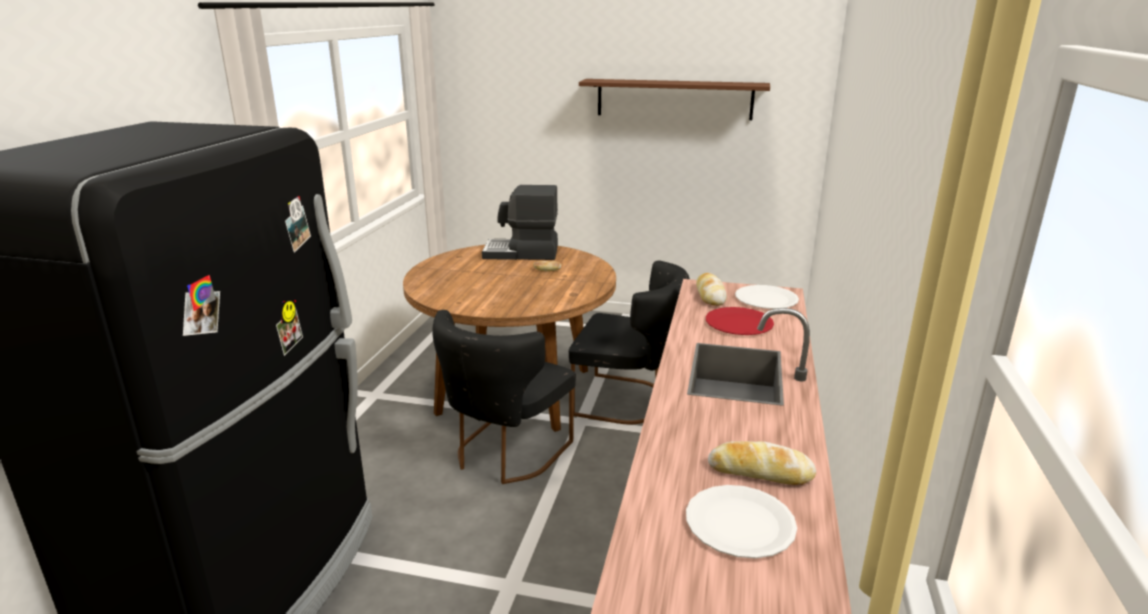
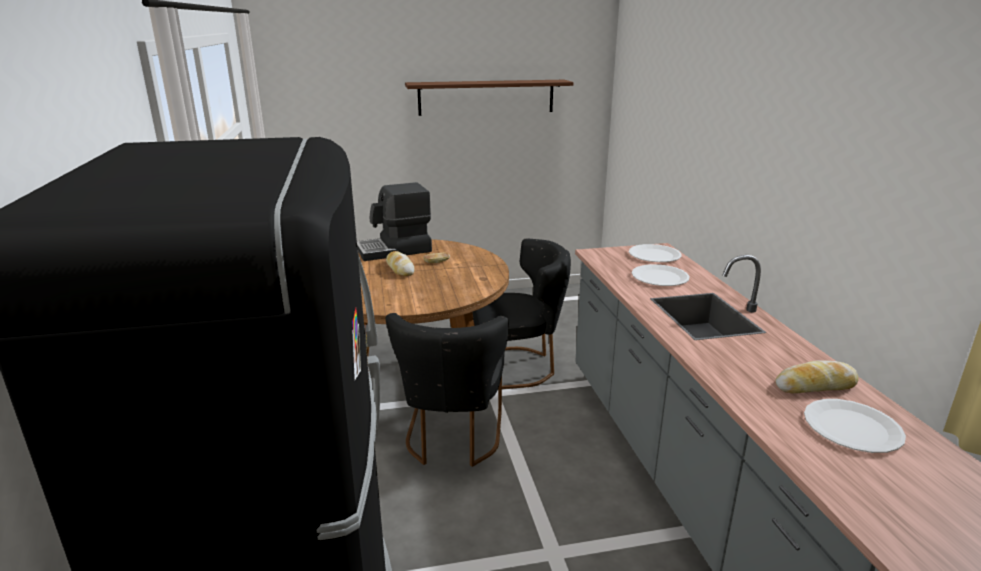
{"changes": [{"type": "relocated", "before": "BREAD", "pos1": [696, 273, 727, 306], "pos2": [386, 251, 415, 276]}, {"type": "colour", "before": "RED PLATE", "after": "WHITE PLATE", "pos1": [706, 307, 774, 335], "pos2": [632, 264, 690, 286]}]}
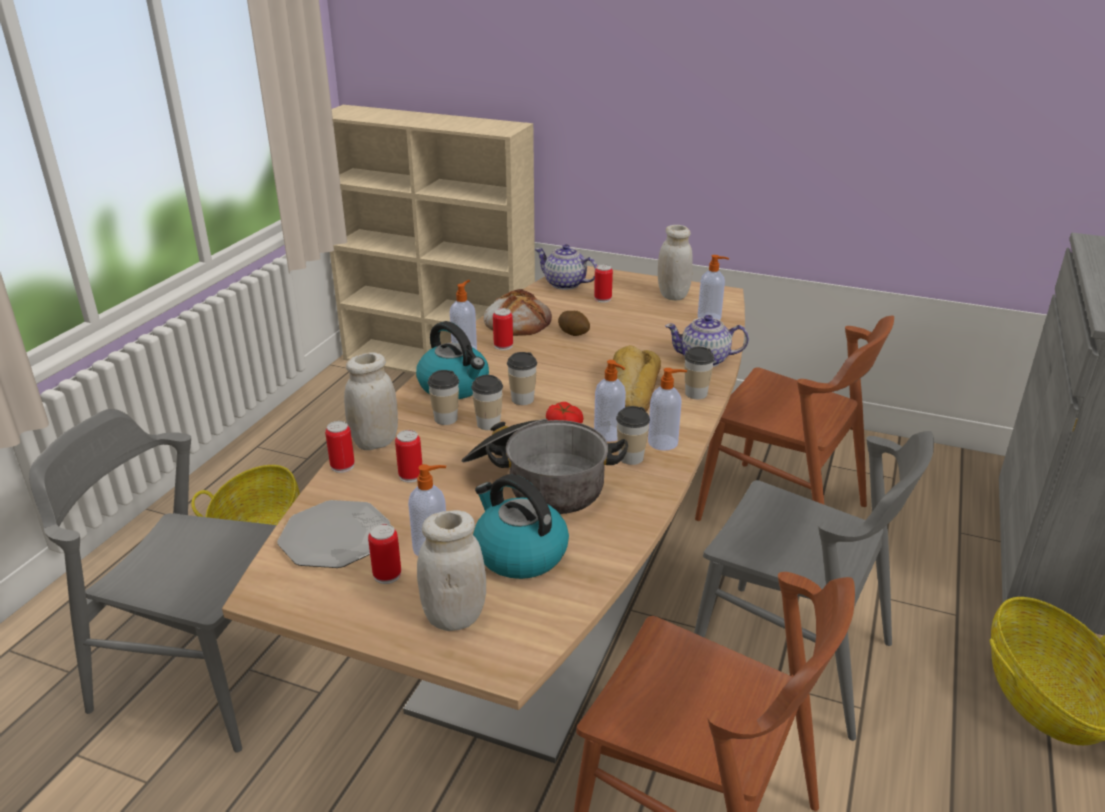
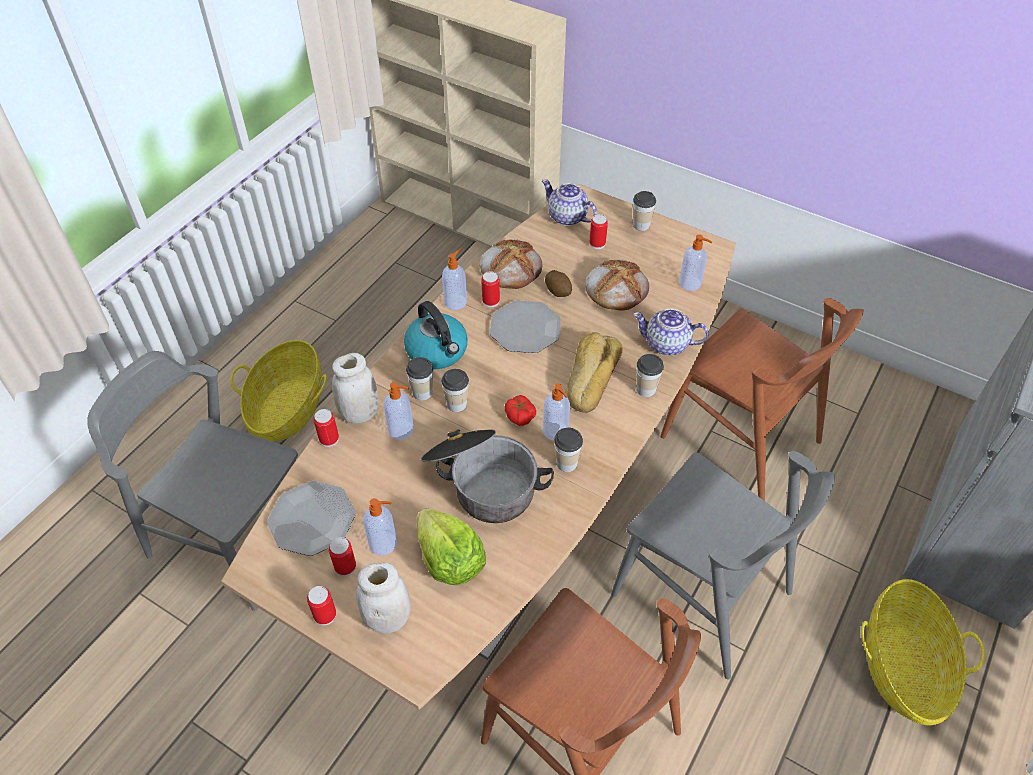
{"changes": [{"type": "missing", "before": "WHITE JAR", "pos1": [658, 225, 693, 300]}, {"type": "appeared", "after": "PLATE", "pos2": [489, 300, 561, 353]}, {"type": "appeared", "after": "BREAD", "pos2": [585, 259, 649, 311]}, {"type": "relocated", "before": "CAN", "pos1": [395, 430, 422, 483], "pos2": [307, 586, 336, 625]}, {"type": "relocated", "before": "CUP", "pos1": [507, 352, 537, 405], "pos2": [633, 191, 656, 231]}, {"type": "relocated", "before": "SOAP DISPENSER", "pos1": [648, 368, 687, 451], "pos2": [384, 382, 414, 440]}, {"type": "exchanged", "before": "KETTLE", "after": "LETTUCE", "pos1": [473, 474, 569, 579], "pos2": [417, 509, 486, 585]}]}
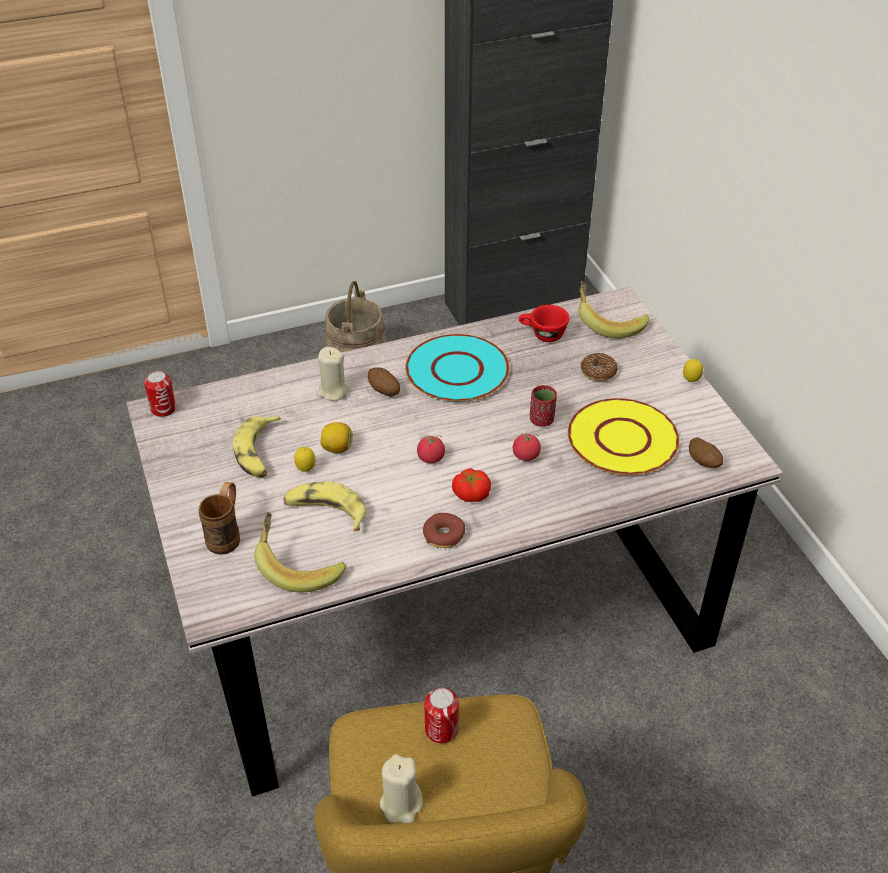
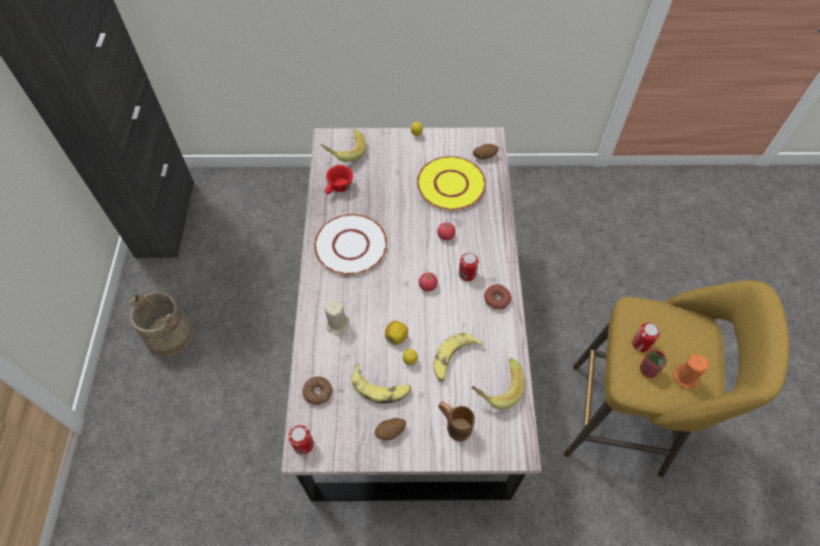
{"changes": [{"type": "relocated", "before": "POTATO", "pos1": [368, 367, 400, 397], "pos2": [375, 418, 406, 440]}, {"type": "relocated", "before": "RED CUP", "pos1": [530, 385, 557, 427], "pos2": [640, 350, 667, 378]}, {"type": "relocated", "before": "DONUT", "pos1": [581, 353, 618, 381], "pos2": [302, 377, 332, 405]}, {"type": "exchanged", "before": "TOMATO", "after": "CAN", "pos1": [452, 468, 491, 502], "pos2": [459, 253, 479, 281]}, {"type": "colour", "before": "BEIGE CANDLE", "after": "ORANGE CANDLE", "pos1": [380, 754, 423, 823], "pos2": [673, 354, 709, 388]}, {"type": "colour", "before": "TURQUOISE PLATE", "after": "WHITE PLATE", "pos1": [406, 334, 510, 402], "pos2": [314, 214, 387, 275]}]}
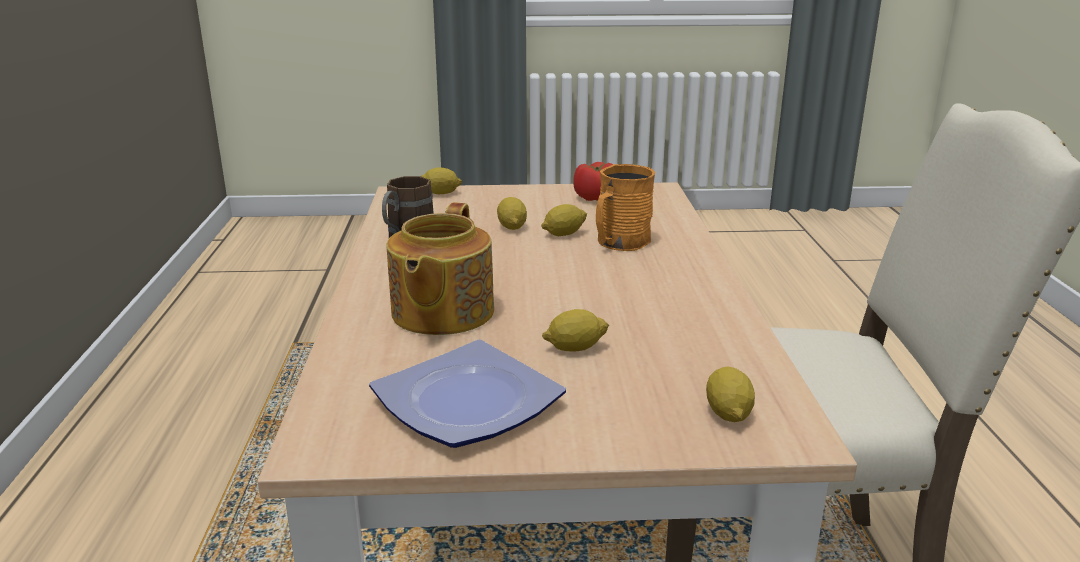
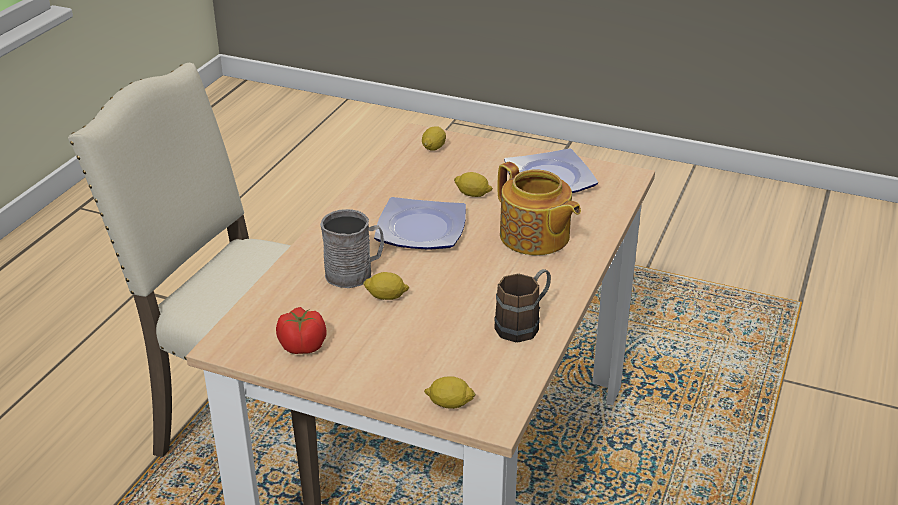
{"changes": [{"type": "missing", "before": "LEMON", "pos1": [497, 197, 527, 230]}, {"type": "appeared", "after": "PLATE", "pos2": [374, 197, 466, 250]}, {"type": "colour", "before": "ORANGE MUG", "after": "GREY MUG", "pos1": [596, 164, 655, 251], "pos2": [320, 209, 384, 288]}, {"type": "spun", "before": "TEAPOT", "pos1": [386, 202, 494, 335], "pos2": [498, 162, 581, 256], "turn": 105}]}
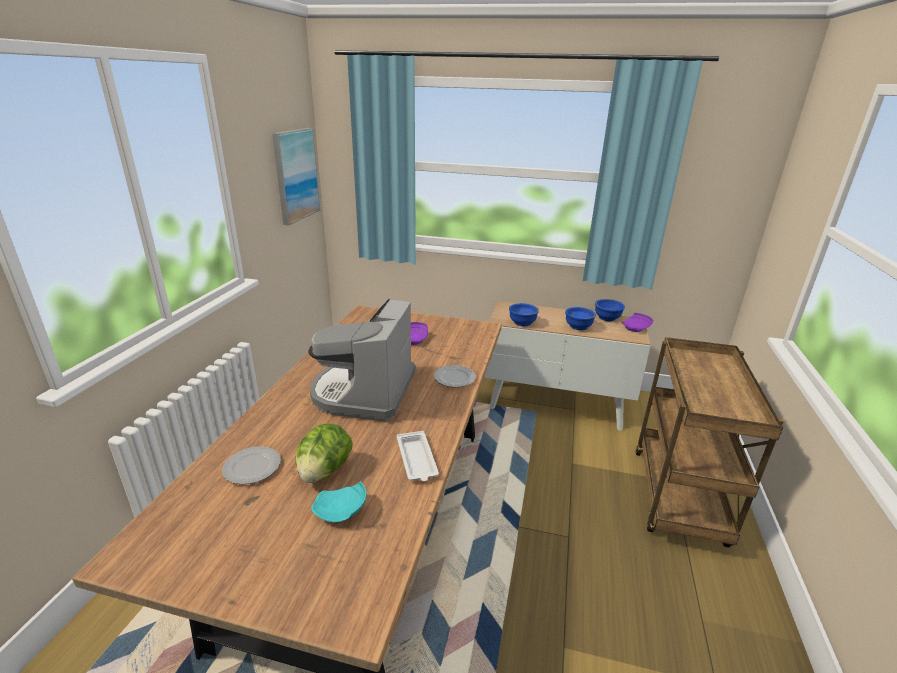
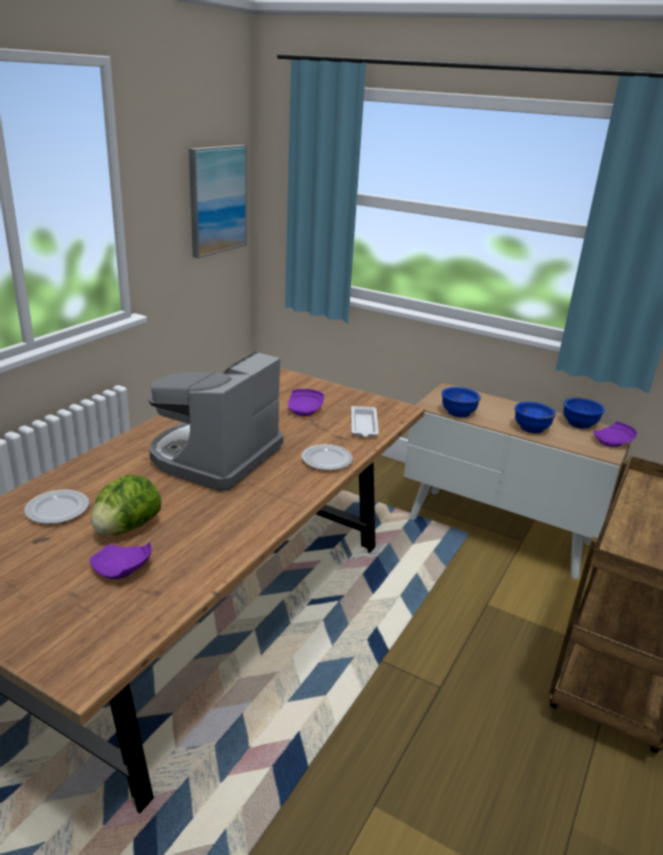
{"changes": [{"type": "relocated", "before": "WHITE TRAY", "pos1": [397, 431, 439, 482], "pos2": [351, 406, 379, 437]}, {"type": "colour", "before": "TURQUOISE PLATE", "after": "PURPLE PLATE", "pos1": [311, 482, 366, 522], "pos2": [90, 542, 152, 579]}]}
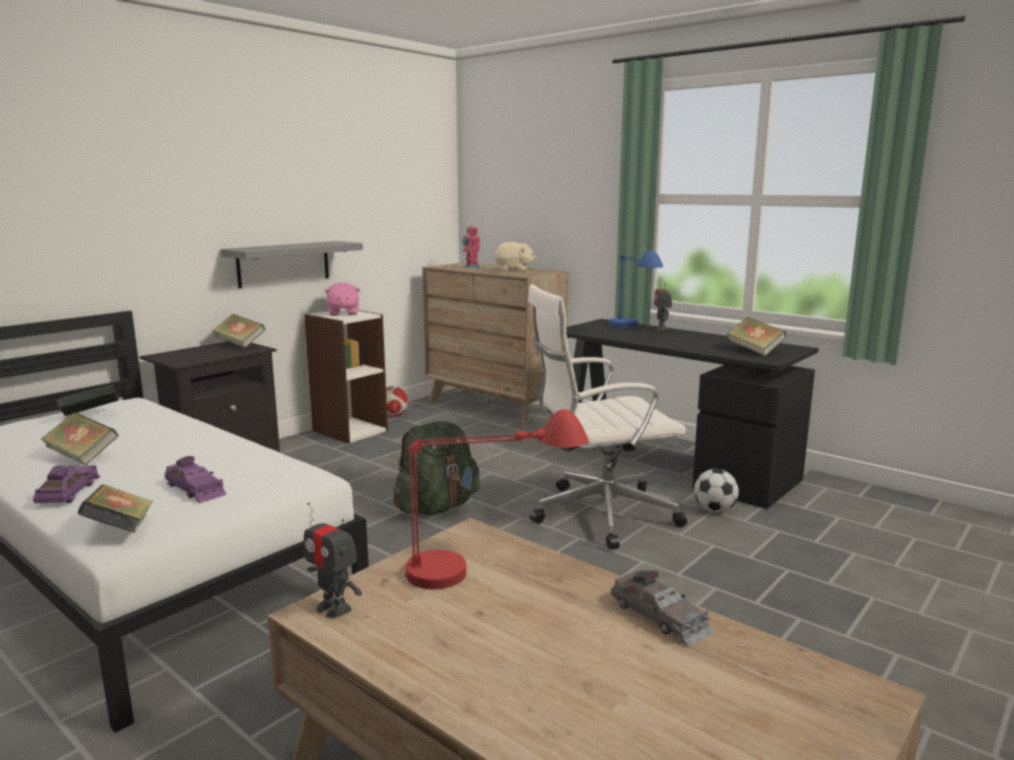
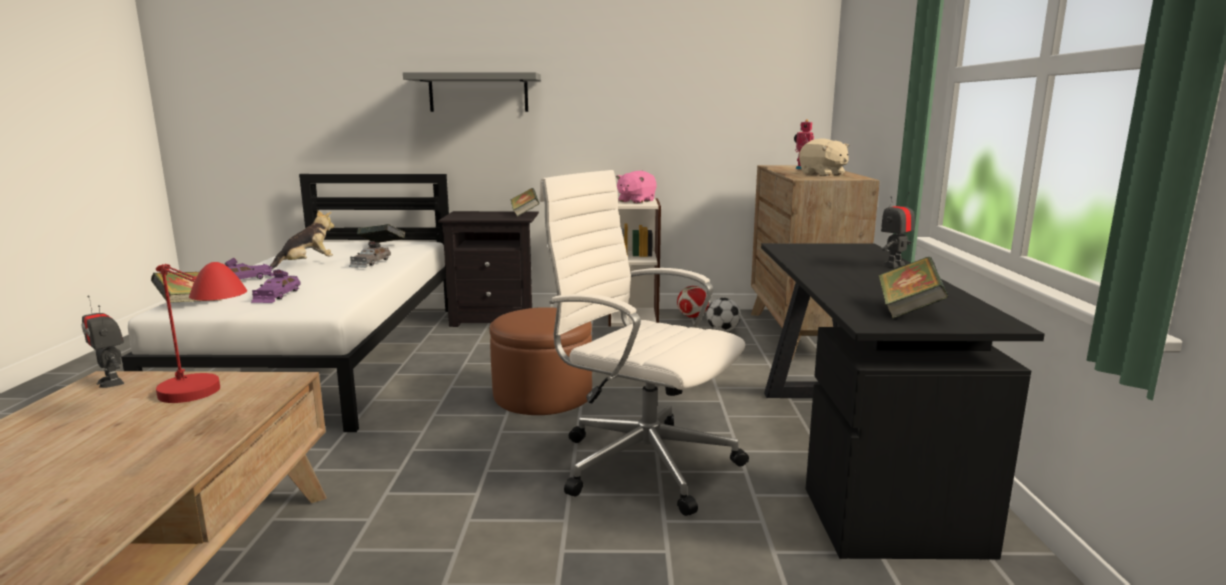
{"changes": [{"type": "missing", "before": "BLUE TABLE LAMP", "pos1": [609, 250, 663, 328]}, {"type": "relocated", "before": "GREY SHELF", "pos1": [221, 241, 363, 288], "pos2": [403, 72, 541, 112]}, {"type": "relocated", "before": "GREY TOY CAR", "pos1": [611, 570, 714, 647], "pos2": [349, 241, 391, 268]}, {"type": "relocated", "before": "FOOTBALL", "pos1": [694, 469, 739, 512], "pos2": [706, 298, 741, 332]}, {"type": "exchanged", "before": "BOOK", "after": "PLUSH TOY", "pos1": [40, 412, 118, 466], "pos2": [270, 210, 334, 269]}, {"type": "exchanged", "before": "GREEN BACKPACK", "after": "BROWN OTTOMAN", "pos1": [394, 421, 480, 515], "pos2": [490, 307, 592, 415]}, {"type": "spun", "before": "TOY ROBOT", "pos1": [304, 503, 362, 618], "pos2": [82, 296, 124, 388], "turn": -45}]}
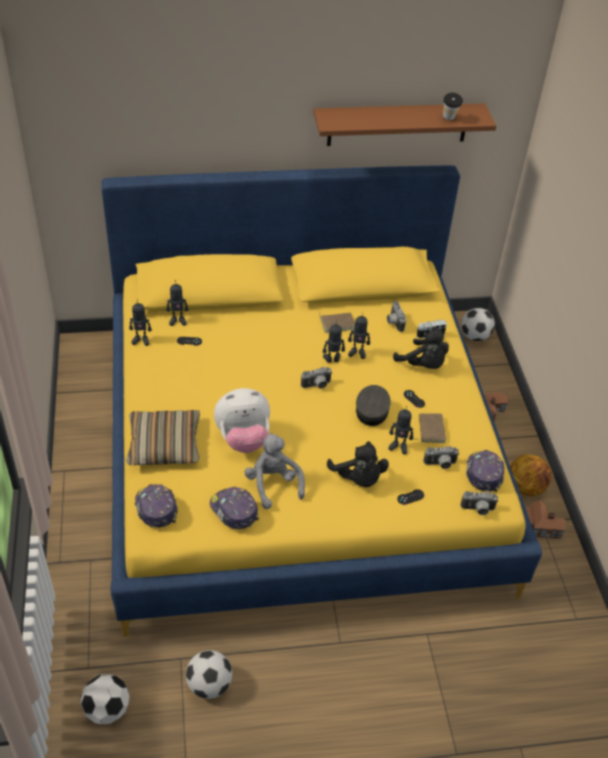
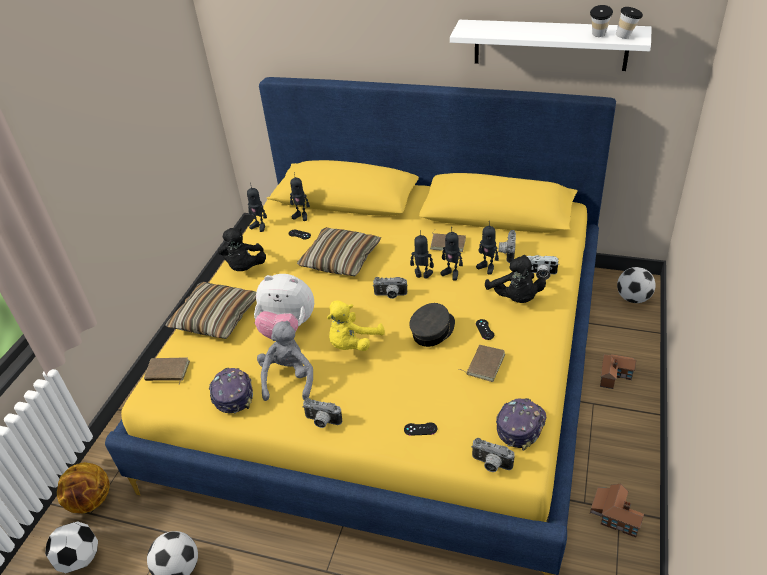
{"changes": [{"type": "appeared", "after": "PILLOW", "pos2": [297, 227, 381, 276]}, {"type": "appeared", "after": "YELLOW PLUSH TOY", "pos2": [327, 300, 385, 351]}, {"type": "appeared", "after": "CUP", "pos2": [616, 7, 643, 39]}, {"type": "relocated", "before": "BLACK PLUSH TOY", "pos1": [327, 441, 389, 487], "pos2": [218, 228, 266, 271]}, {"type": "relocated", "before": "TOY ROBOT", "pos1": [388, 406, 413, 454], "pos2": [476, 221, 499, 275]}, {"type": "relocated", "before": "PHOTO CAMERA", "pos1": [423, 446, 459, 469], "pos2": [302, 398, 342, 428]}, {"type": "relocated", "before": "BASKETBALL", "pos1": [510, 454, 552, 496], "pos2": [57, 462, 110, 513]}, {"type": "exchanged", "before": "CAP", "after": "BROWN BOOK", "pos1": [135, 484, 178, 528], "pos2": [144, 357, 190, 384]}, {"type": "colour", "before": "BROWN SHELF", "after": "WHITE SHELF", "pos1": [314, 103, 496, 146], "pos2": [450, 20, 652, 71]}]}
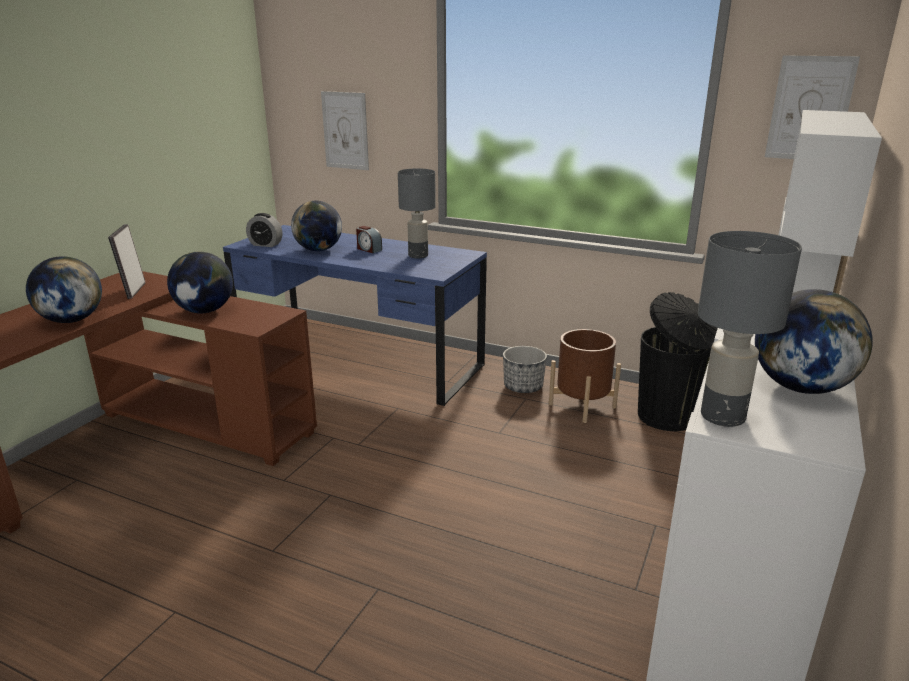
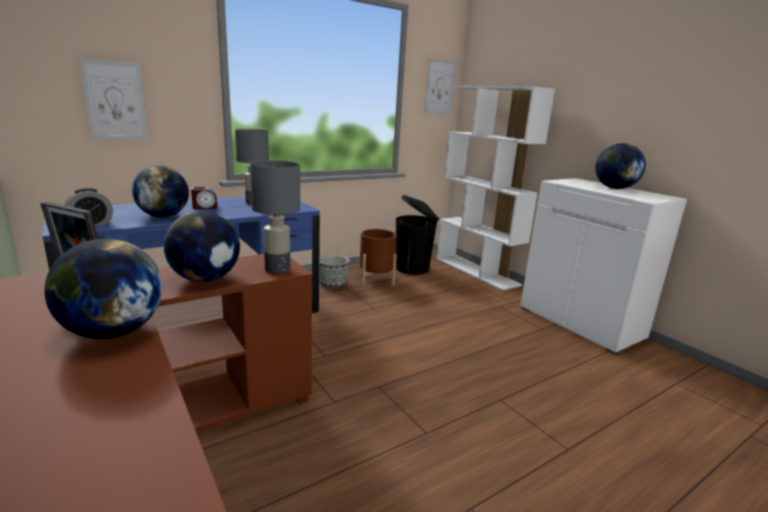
{"changes": [{"type": "relocated", "before": "GREY TABLE LAMP", "pos1": [698, 231, 802, 427], "pos2": [250, 160, 300, 274]}]}
